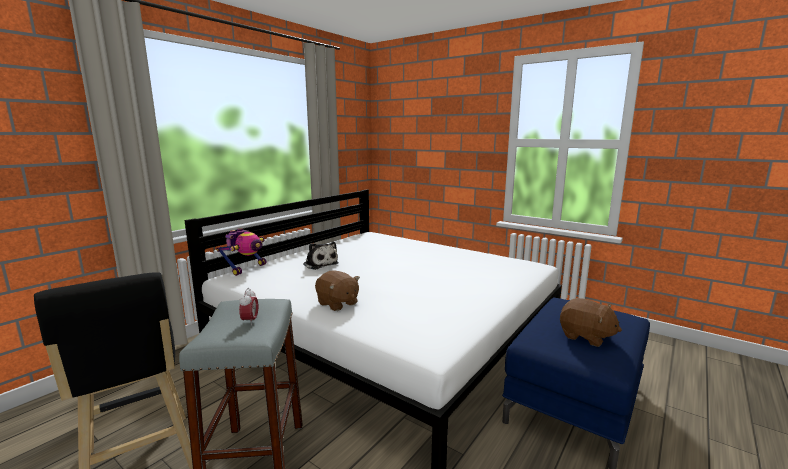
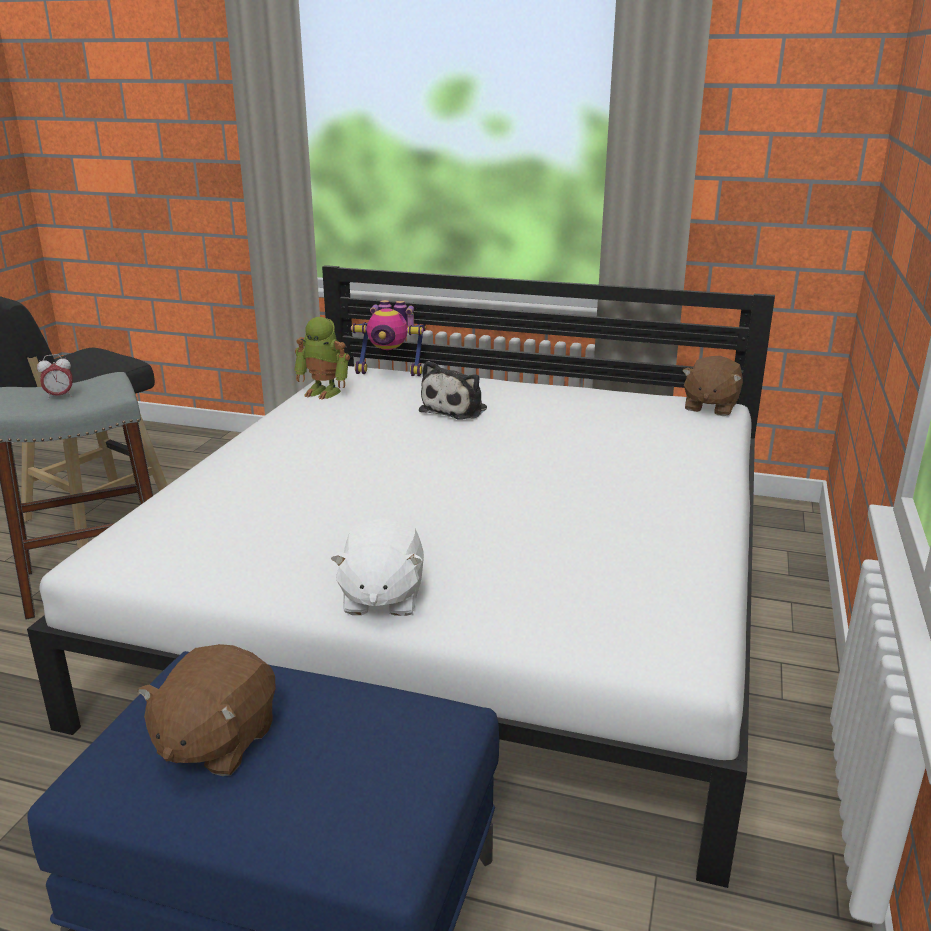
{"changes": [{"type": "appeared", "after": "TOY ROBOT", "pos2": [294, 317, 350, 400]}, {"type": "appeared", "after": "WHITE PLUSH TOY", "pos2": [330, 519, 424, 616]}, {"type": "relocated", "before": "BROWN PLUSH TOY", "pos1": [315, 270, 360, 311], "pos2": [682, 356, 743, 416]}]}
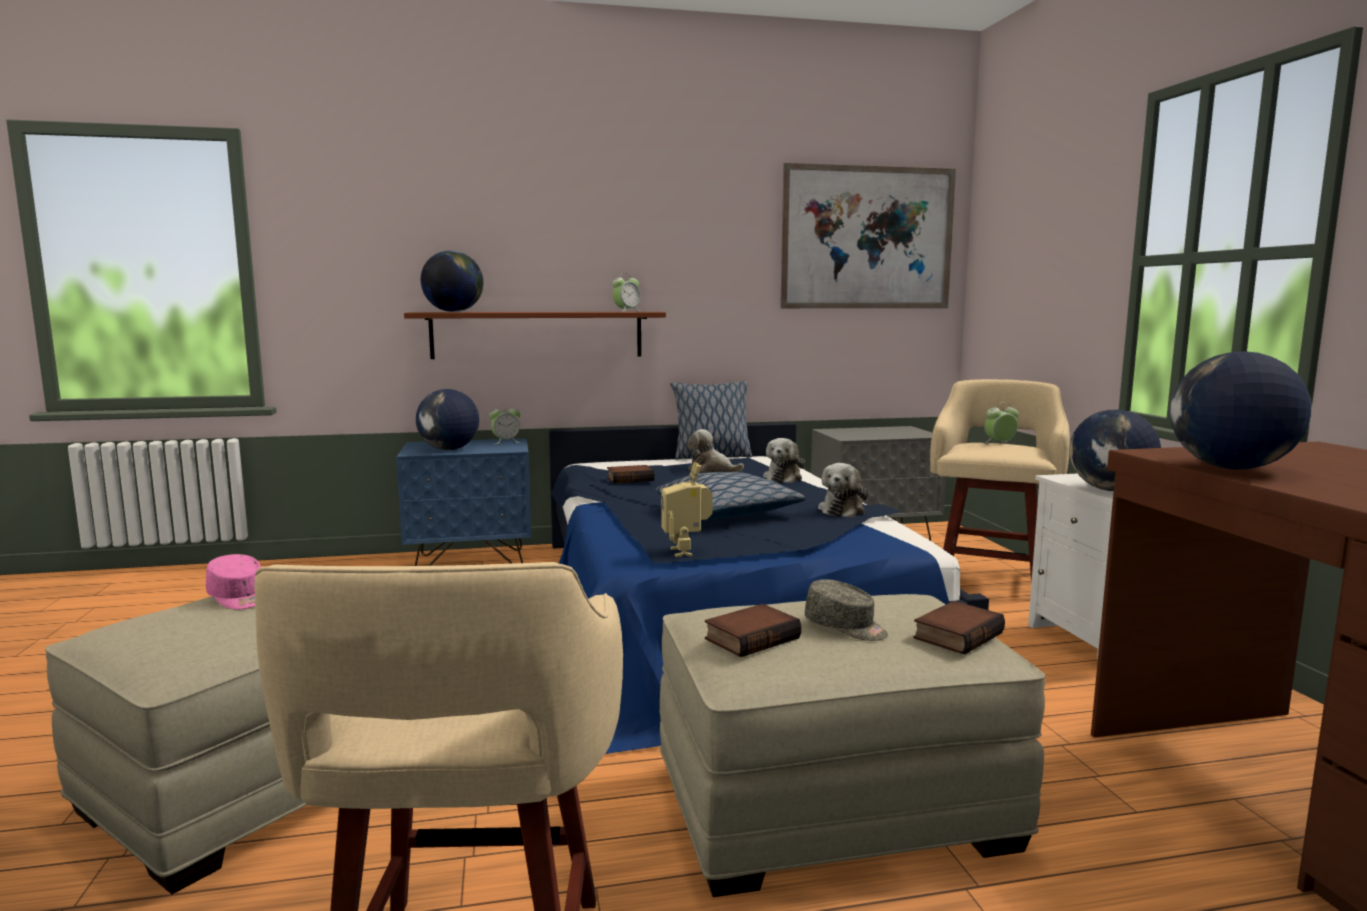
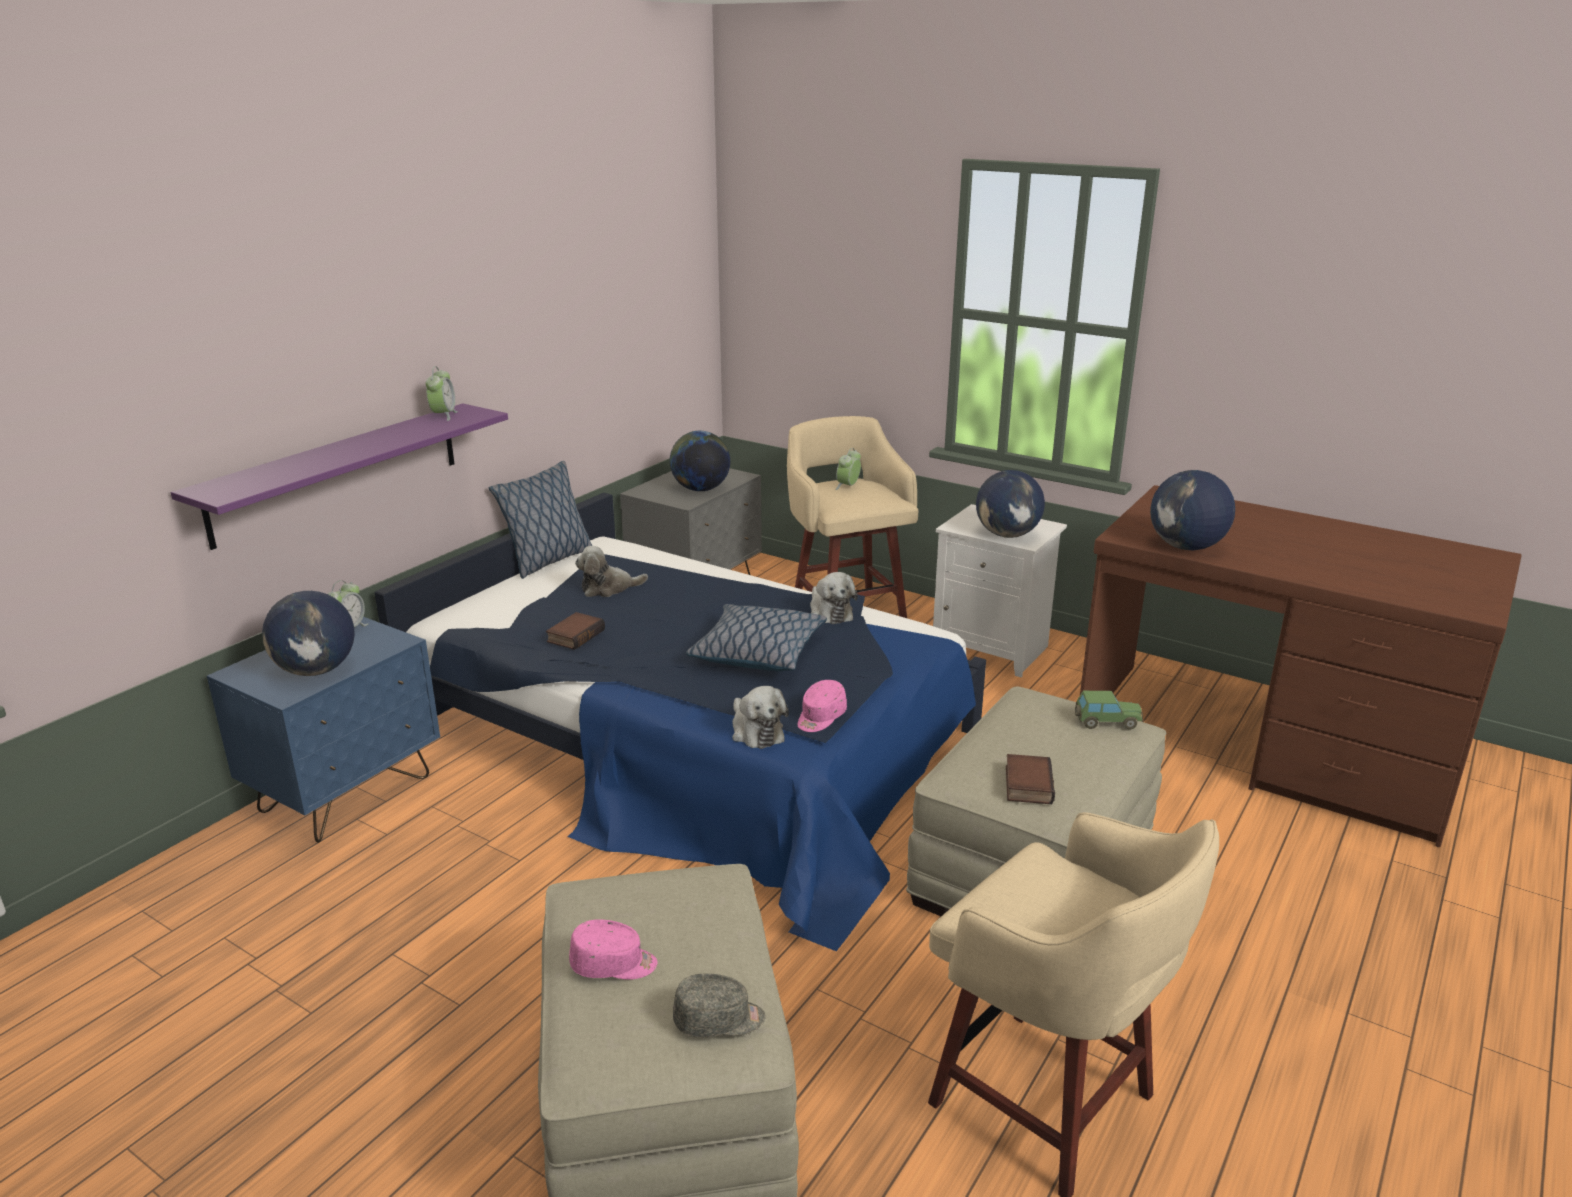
{"changes": [{"type": "missing", "before": "PICTURE", "pos1": [780, 163, 956, 308]}, {"type": "relocated", "before": "GLOBE", "pos1": [421, 251, 483, 312], "pos2": [670, 431, 730, 491]}, {"type": "relocated", "before": "PLUSH TOY", "pos1": [763, 438, 805, 483], "pos2": [732, 686, 789, 749]}, {"type": "relocated", "before": "GREY CAP", "pos1": [805, 579, 888, 641], "pos2": [673, 973, 765, 1037]}, {"type": "exchanged", "before": "TOY ROBOT", "after": "PINK CAP", "pos1": [661, 462, 713, 557], "pos2": [798, 680, 847, 732]}, {"type": "exchanged", "before": "BOOK", "after": "TOY CAR", "pos1": [913, 601, 1005, 655], "pos2": [1075, 691, 1143, 729]}, {"type": "colour", "before": "BROWN SHELF", "after": "PURPLE SHELF", "pos1": [404, 312, 666, 359], "pos2": [171, 403, 508, 550]}]}
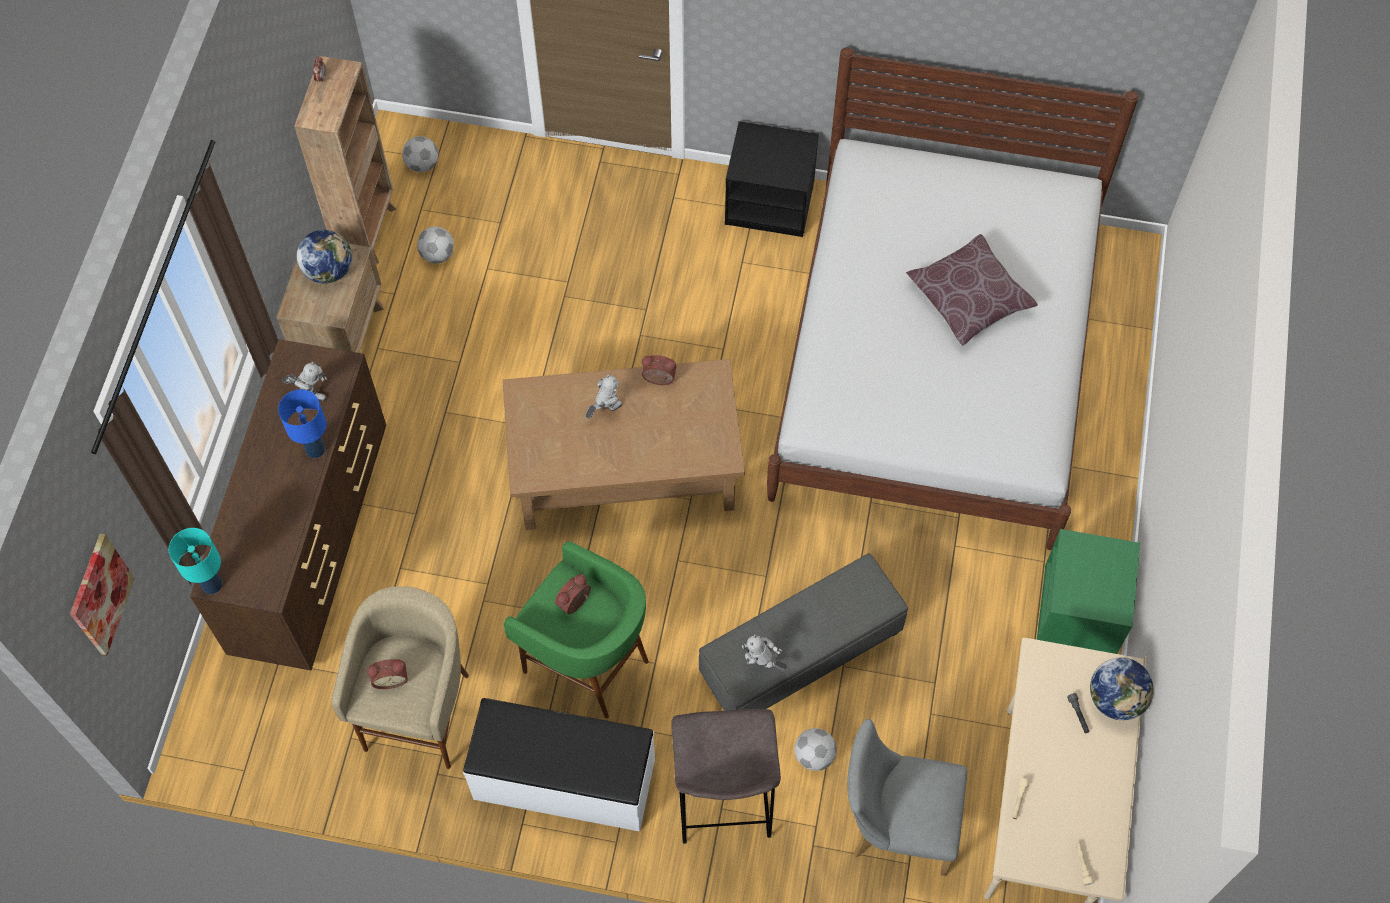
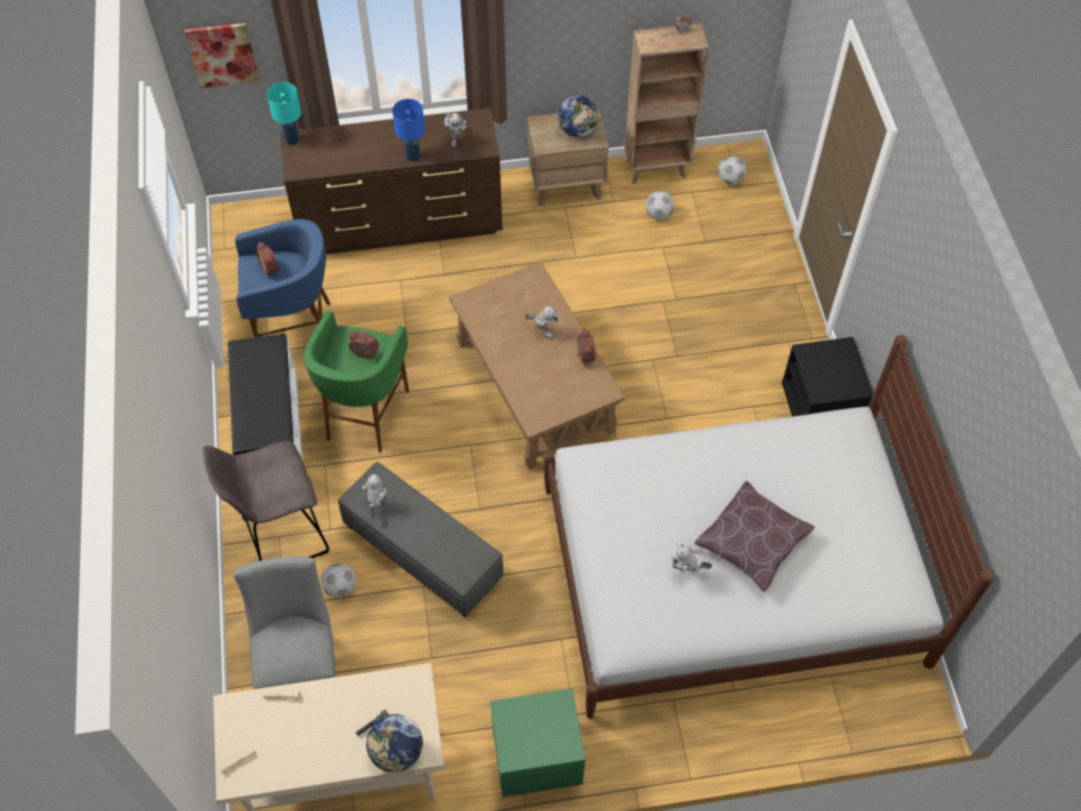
{"changes": [{"type": "appeared", "after": "TOY ROBOT", "pos2": [671, 544, 712, 573]}, {"type": "colour", "before": "BEIGE STOOL", "after": "BLUE STOOL", "pos1": [332, 586, 469, 769], "pos2": [235, 219, 330, 337]}]}
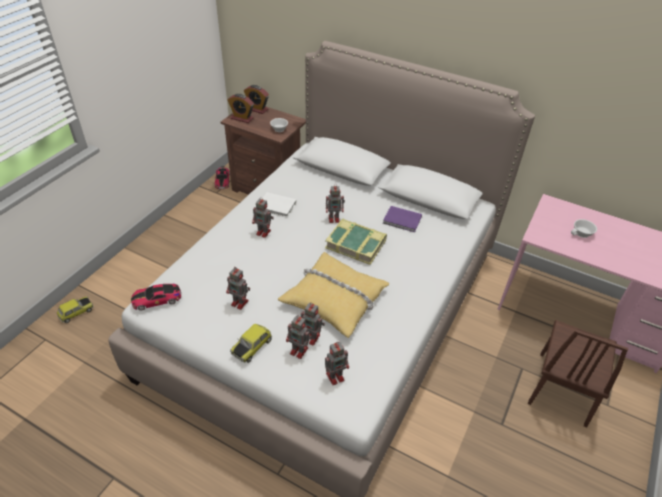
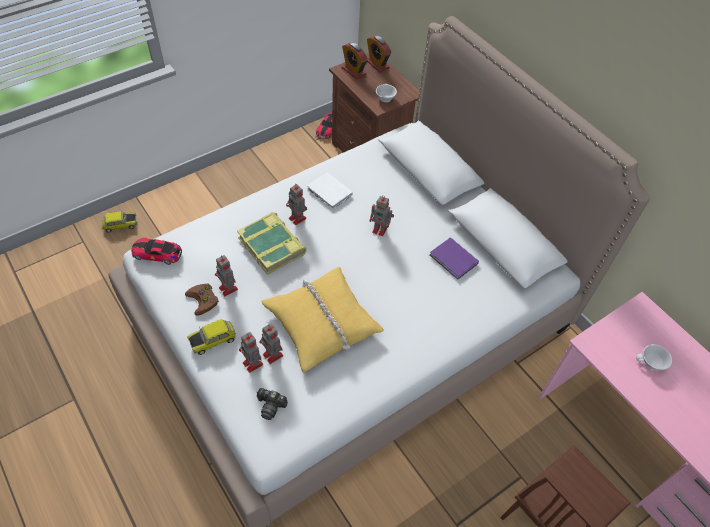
{"changes": [{"type": "appeared", "after": "BROWN GAME CONTROLLER", "pos2": [185, 284, 219, 316]}, {"type": "relocated", "before": "BOOK", "pos1": [325, 219, 387, 265], "pos2": [237, 212, 307, 275]}, {"type": "exchanged", "before": "TOY ROBOT", "after": "PHOTO CAMERA", "pos1": [325, 341, 349, 385], "pos2": [257, 388, 288, 420]}]}
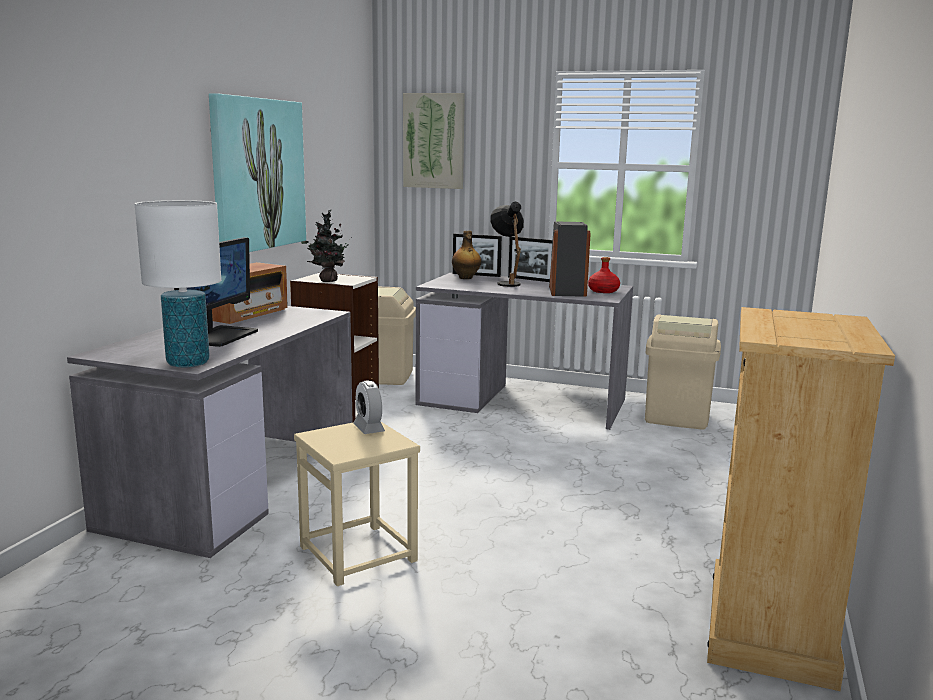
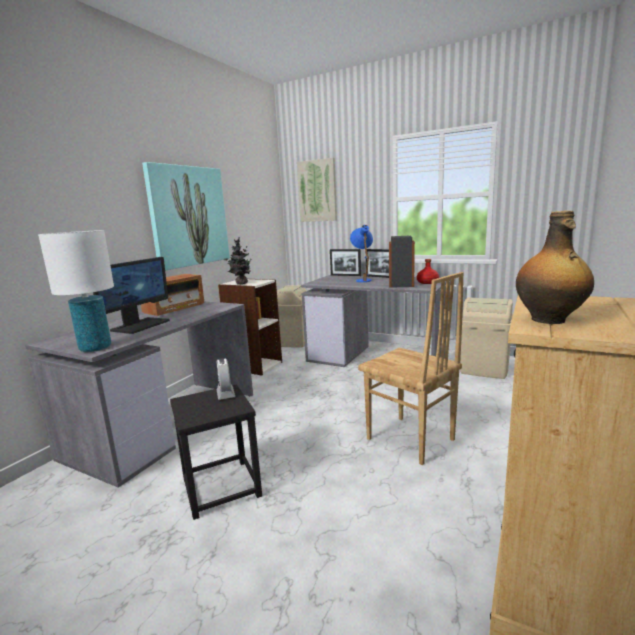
{"changes": [{"type": "appeared", "after": "BROWN CHAIR", "pos2": [358, 272, 464, 465]}, {"type": "relocated", "before": "BOTTLE", "pos1": [452, 231, 481, 279], "pos2": [516, 211, 594, 324]}, {"type": "colour", "before": "BEIGE STOOL", "after": "BLACK STOOL", "pos1": [294, 422, 420, 586], "pos2": [170, 384, 262, 520]}, {"type": "colour", "before": "BLACK TABLE LAMP", "after": "BLUE TABLE LAMP", "pos1": [490, 202, 524, 287], "pos2": [350, 225, 373, 282]}]}
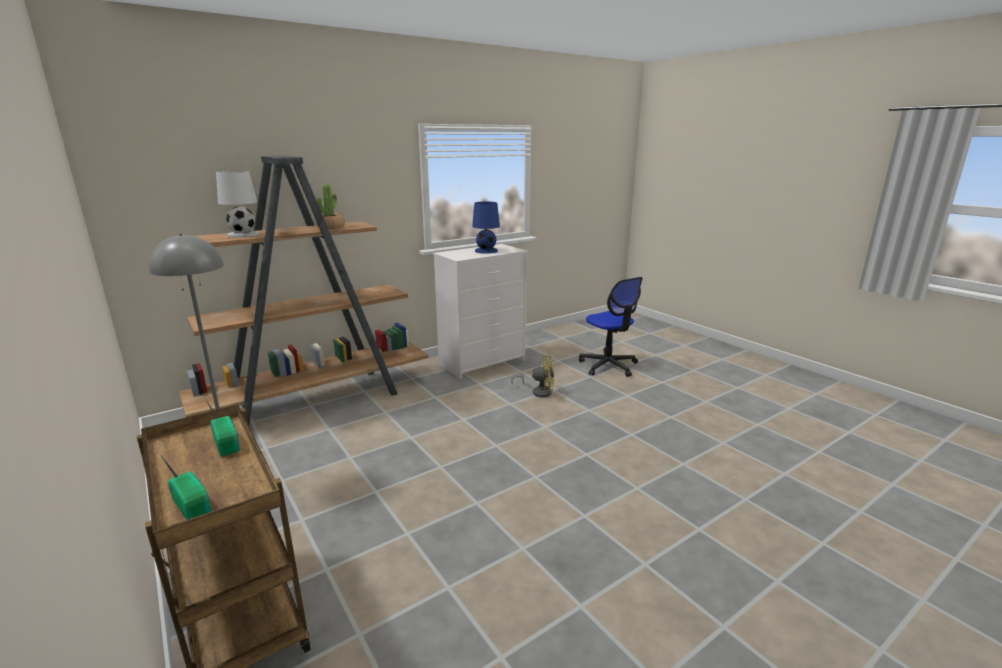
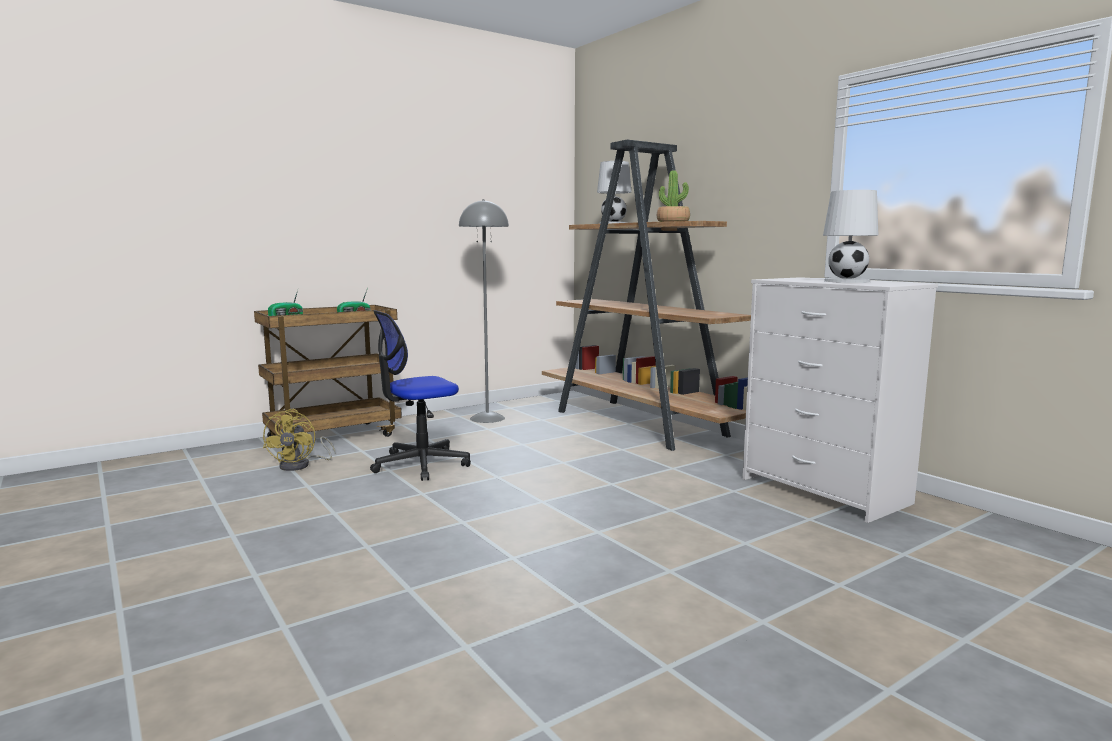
{"changes": [{"type": "relocated", "before": "YELLOW FAN", "pos1": [511, 355, 554, 397], "pos2": [263, 409, 336, 471]}, {"type": "relocated", "before": "OFFICE CHAIR", "pos1": [579, 277, 643, 377], "pos2": [370, 310, 471, 481]}, {"type": "colour", "before": "BLUE TABLE LAMP", "after": "WHITE TABLE LAMP", "pos1": [472, 202, 500, 254], "pos2": [823, 190, 878, 283]}]}
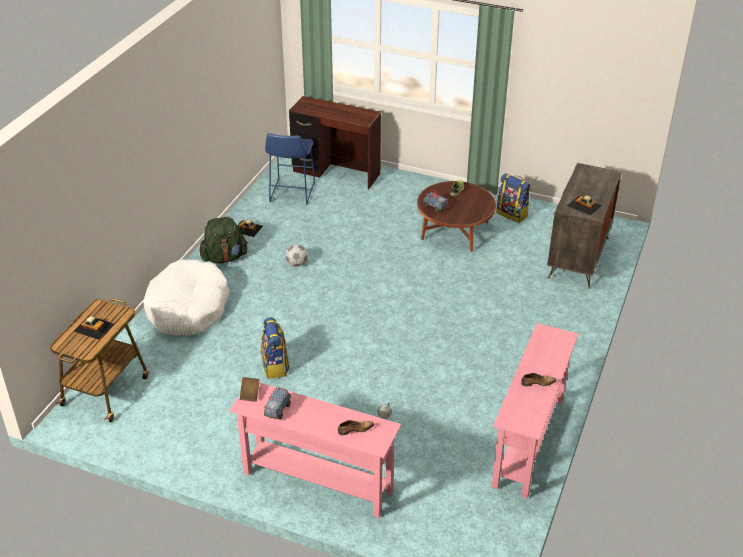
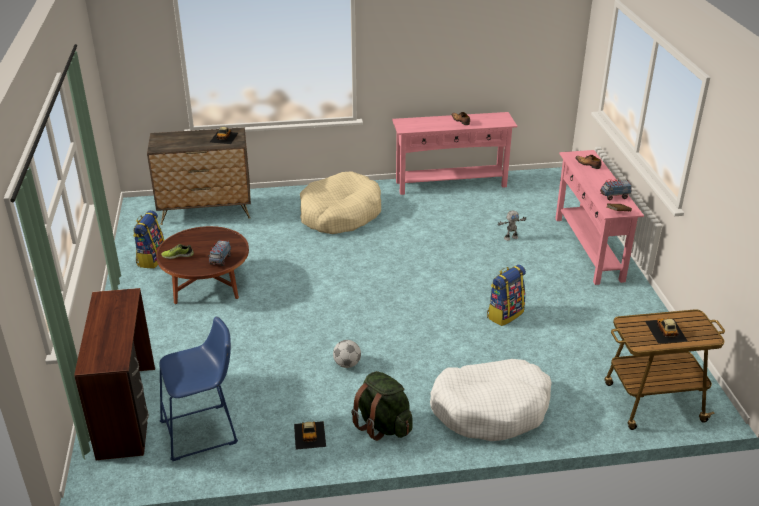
{"changes": [{"type": "appeared", "after": "BEIGE DOG BED", "pos2": [300, 171, 381, 234]}]}
